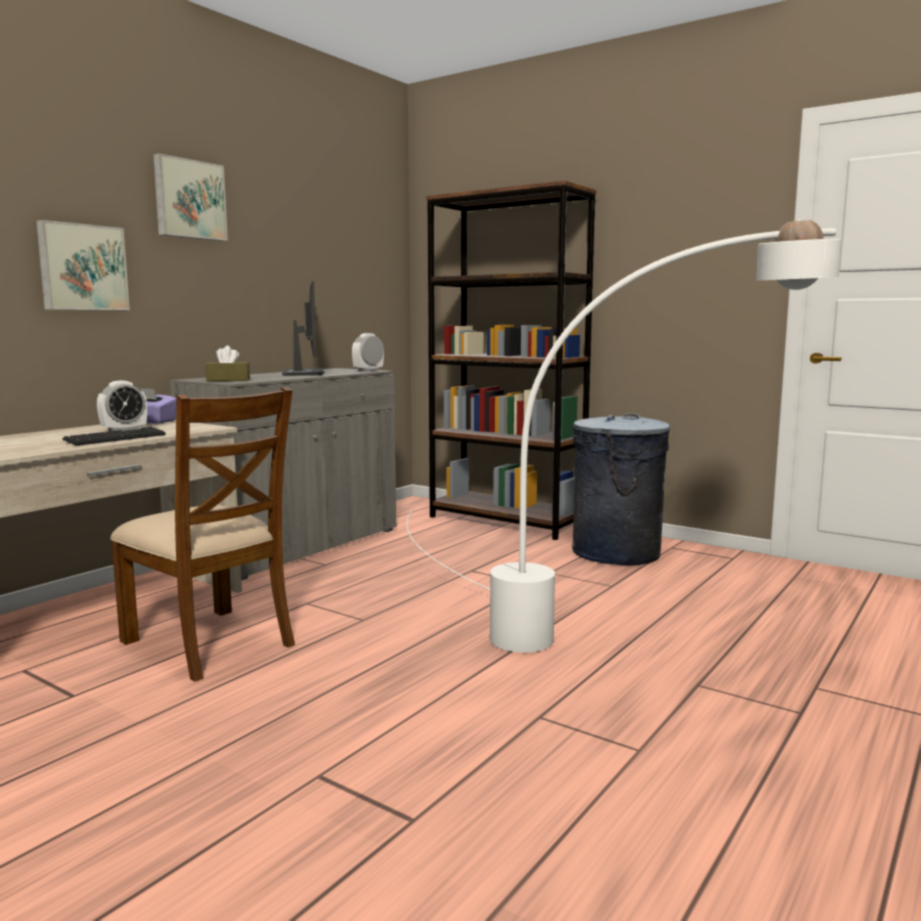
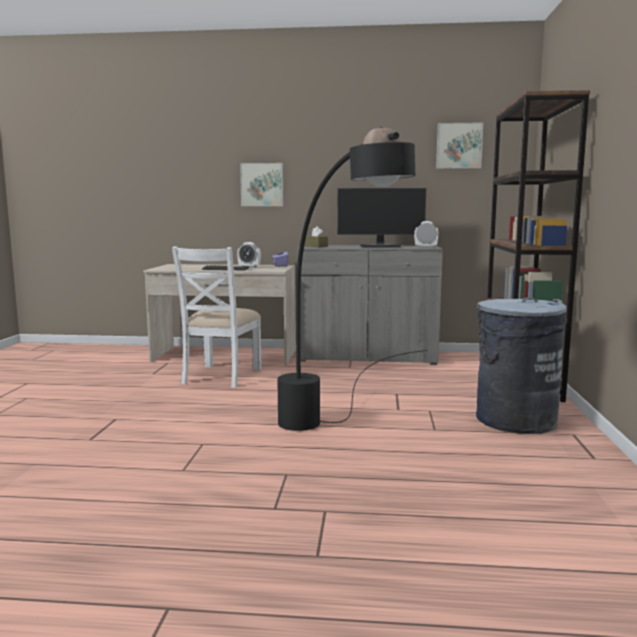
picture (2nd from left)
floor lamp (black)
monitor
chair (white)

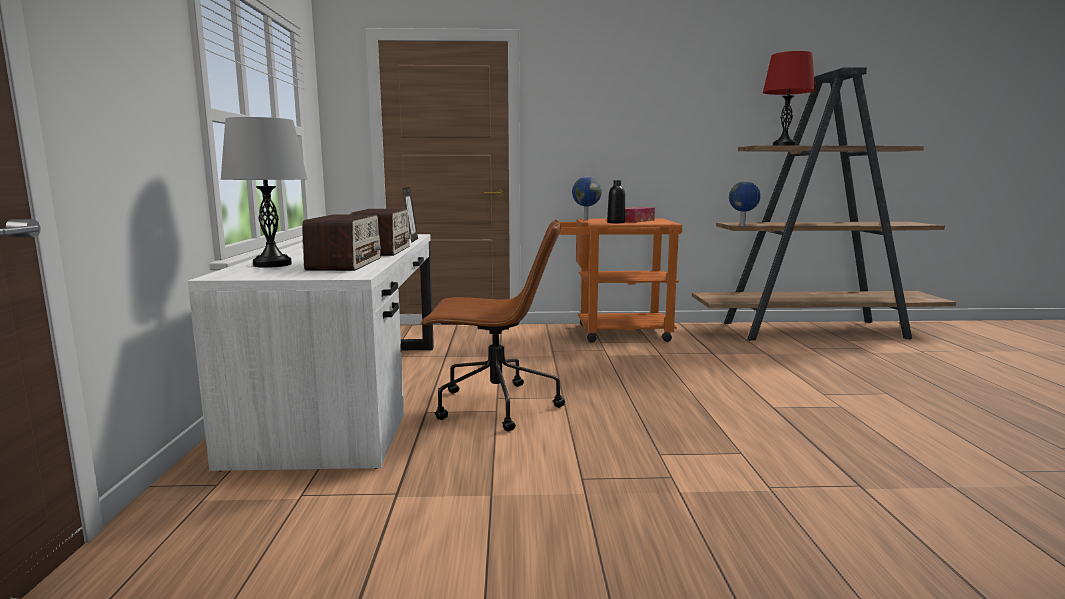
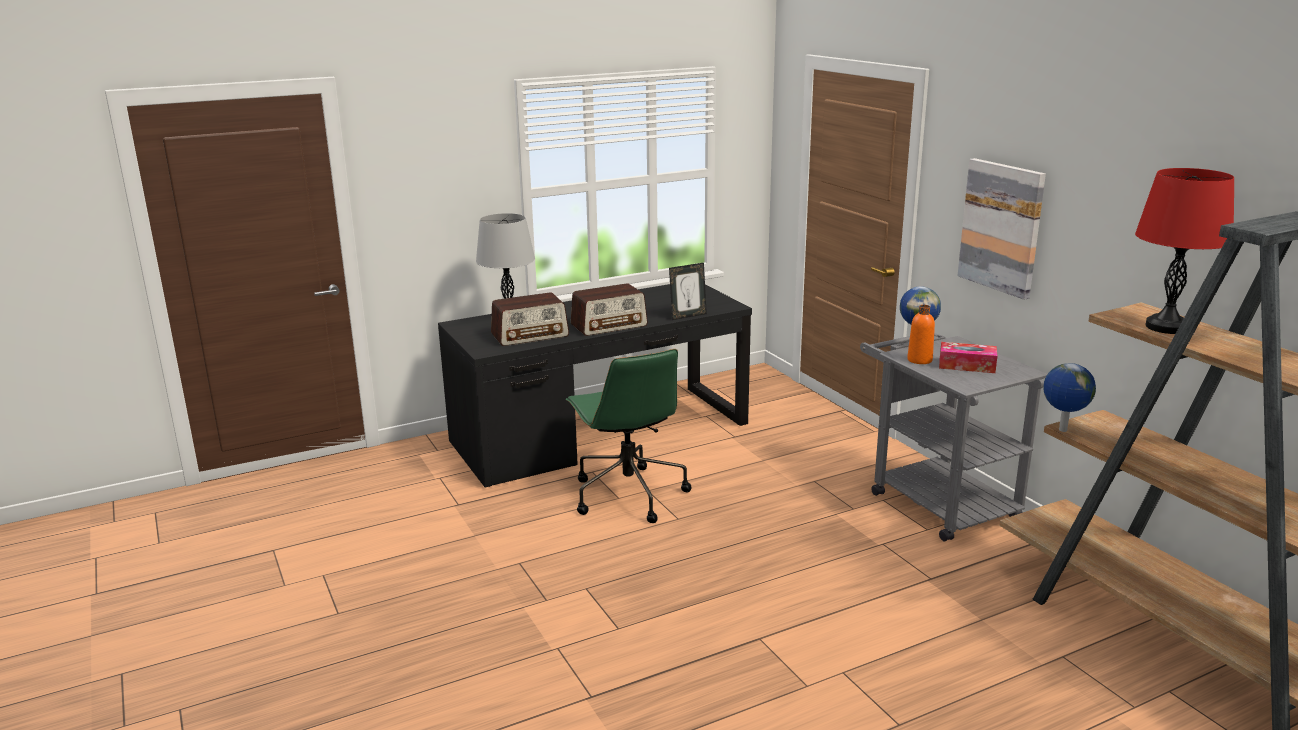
bottle (orange)
cart (grey)
office chair (green)
desk (black)
picture

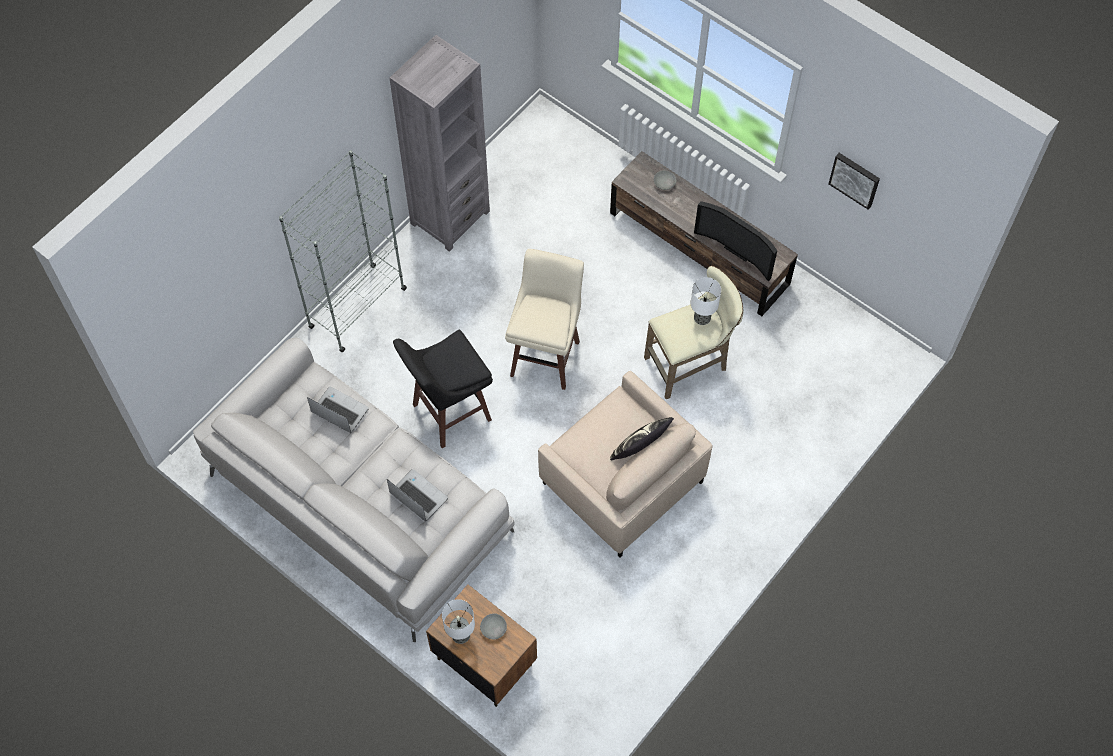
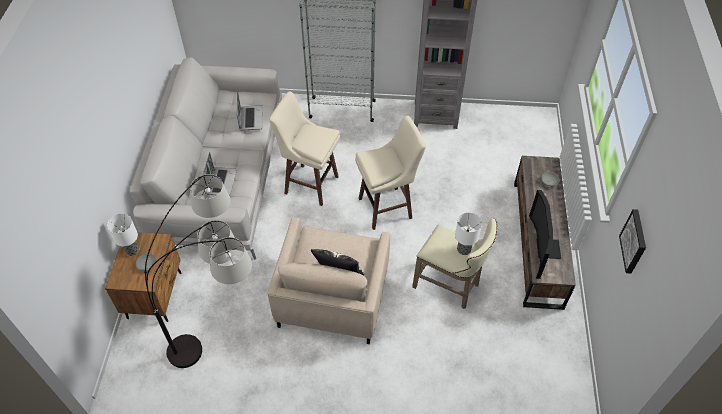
stool (beige) (1st from left)
floor lamp

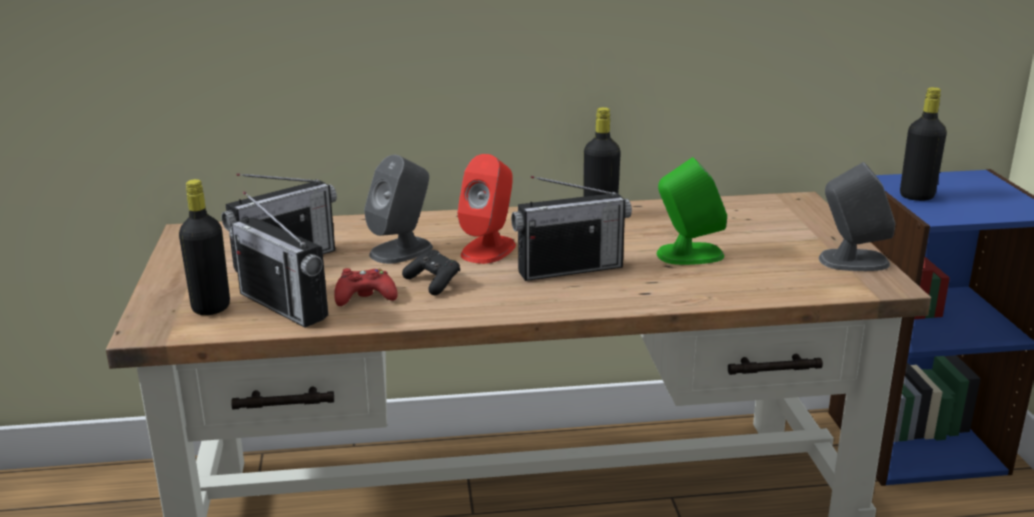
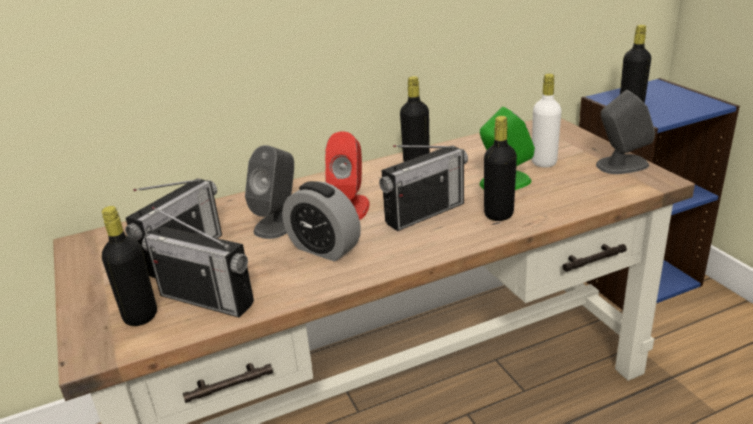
alarm clock
game controller (red)
bottle (white)
bottle (black) (3rd from left)

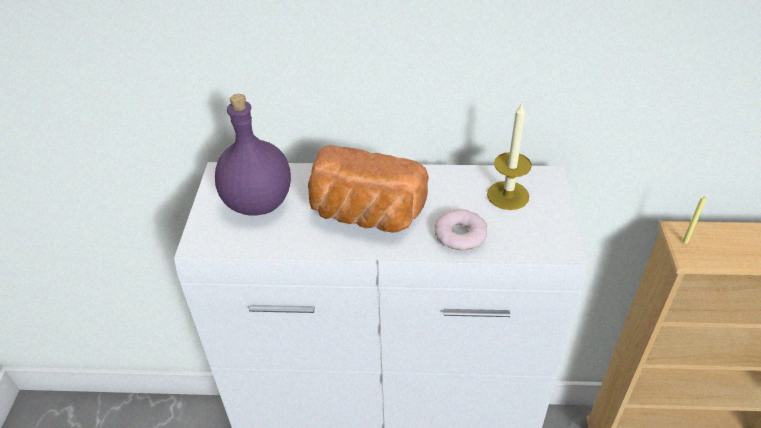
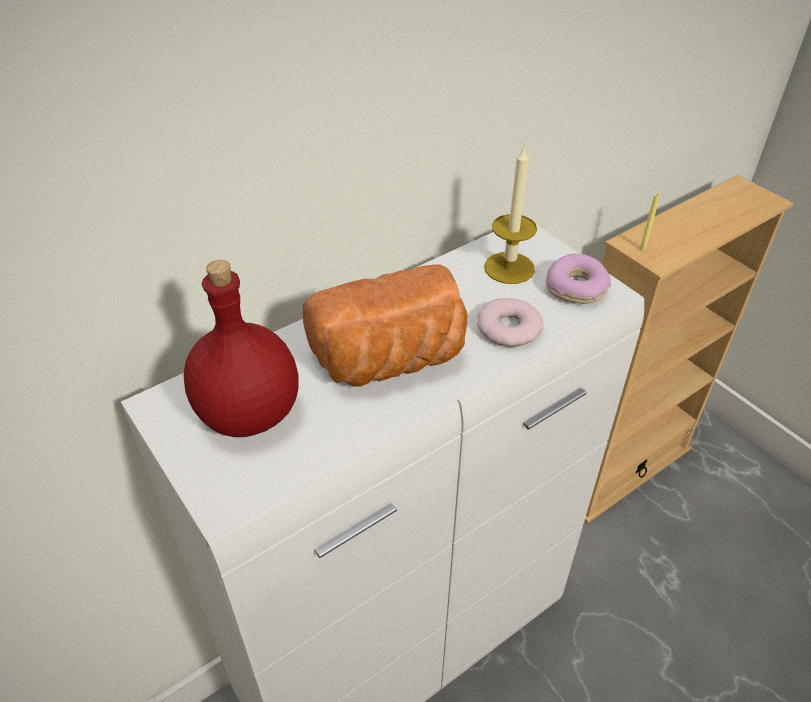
bottle (red)
donut (2nd from left)

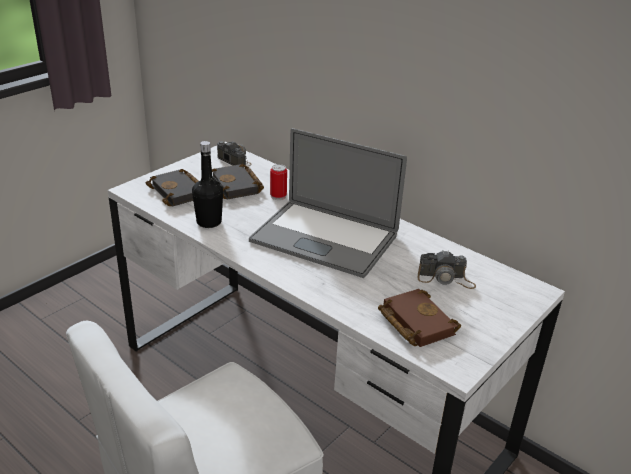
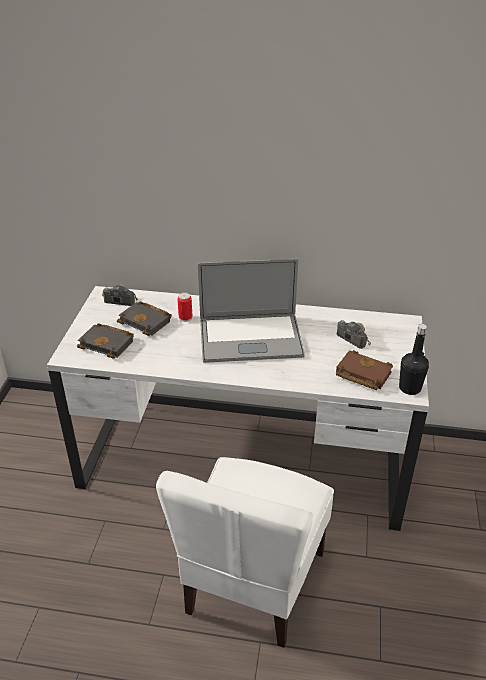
bottle (black)
photo camera (2nd from left)

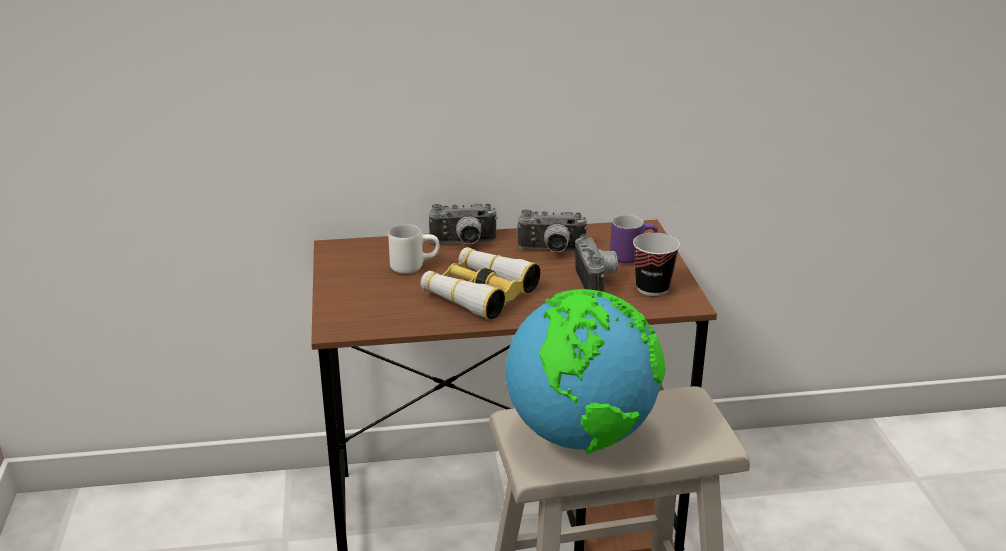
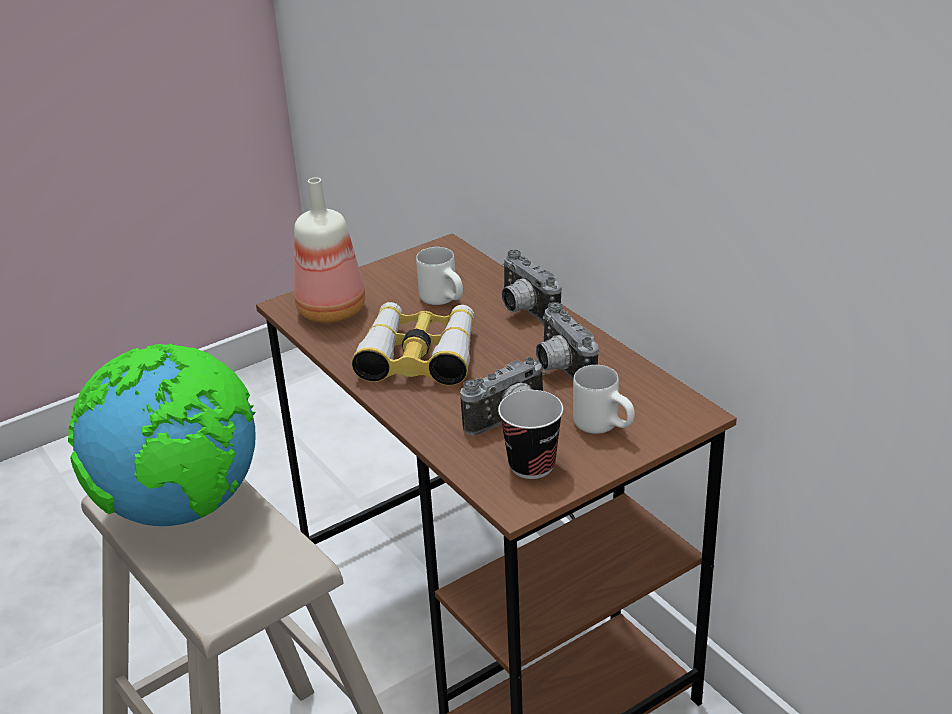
mug (white) (2nd from left)
bottle

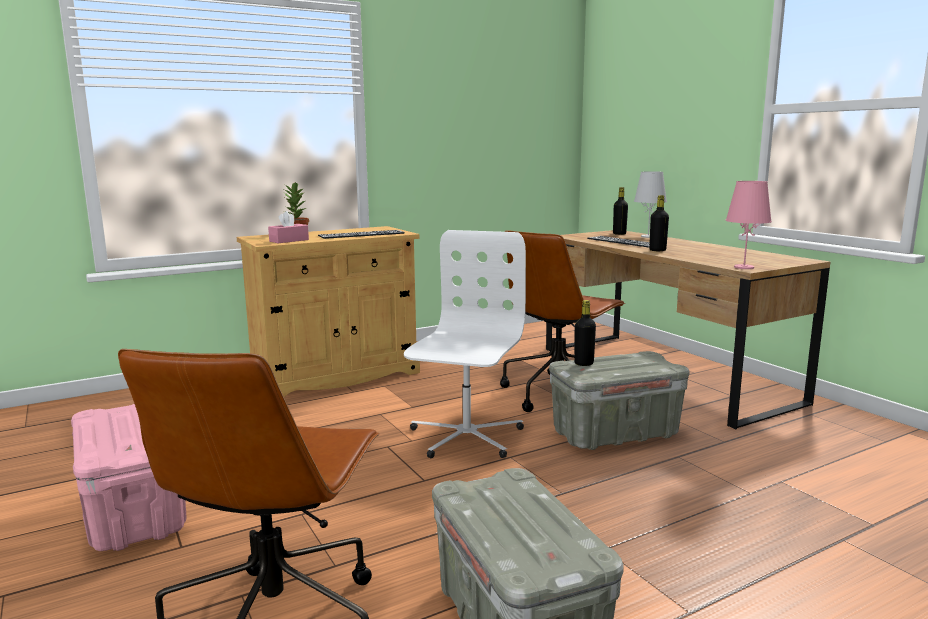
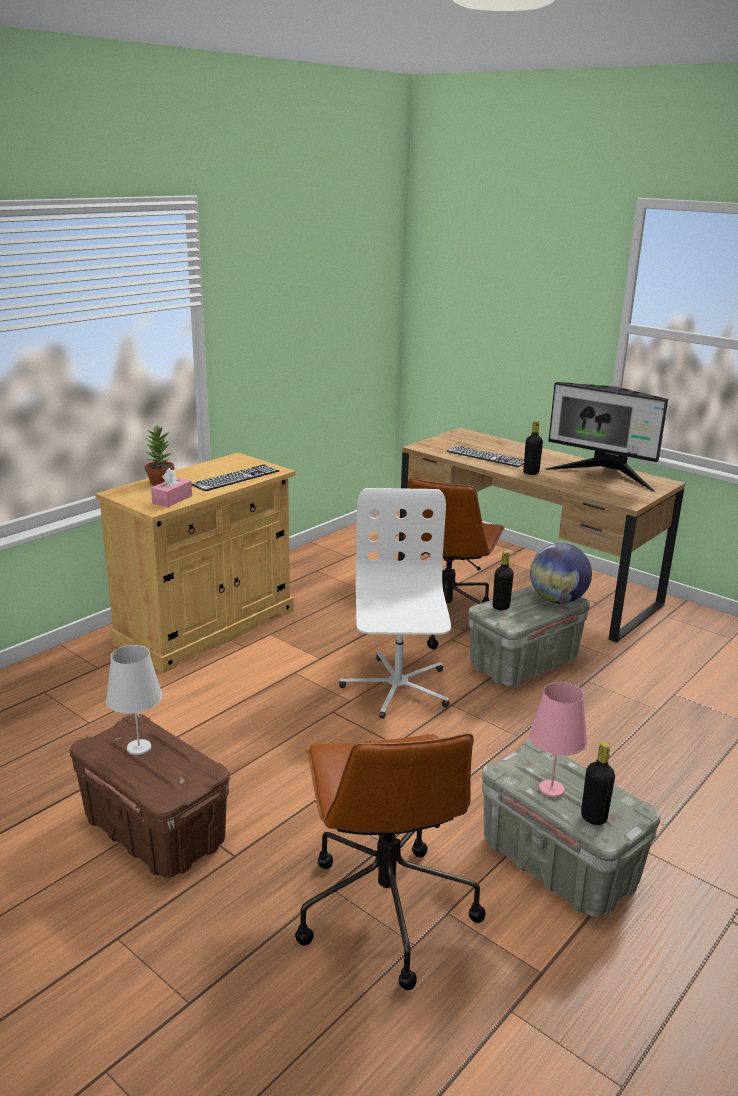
table lamp (white)
table lamp (pink)
bottle (black) (3rd from left)
storage box (brown)
monitor
globe

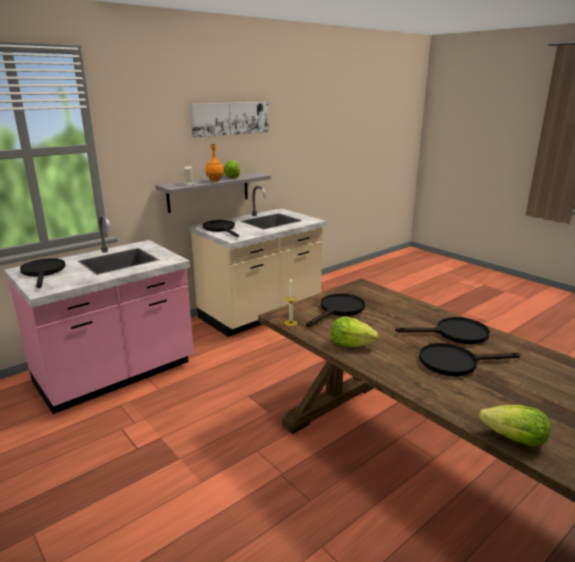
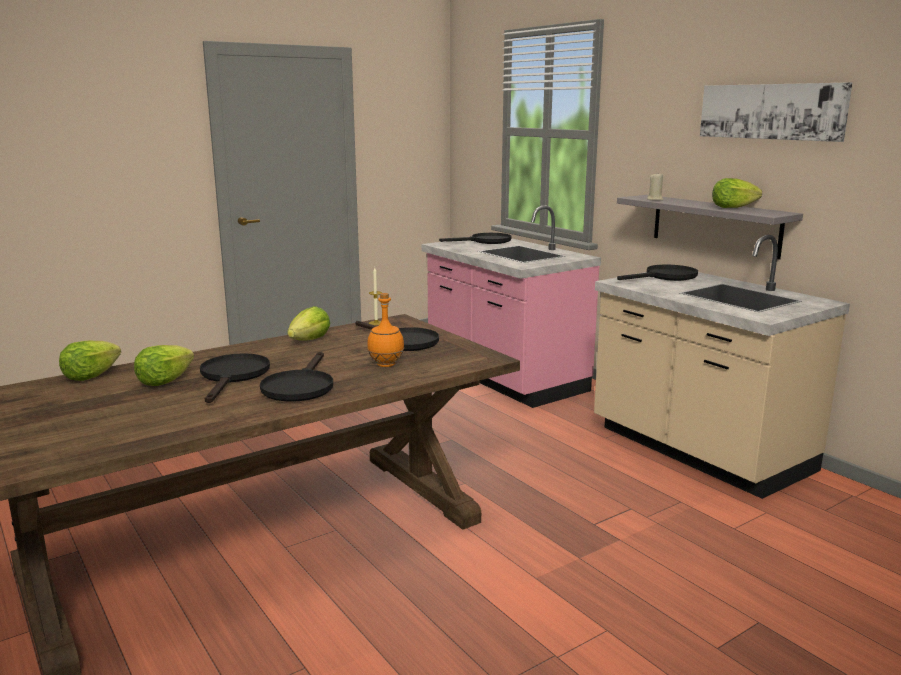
bottle (orange)
lettuce (2nd from left)

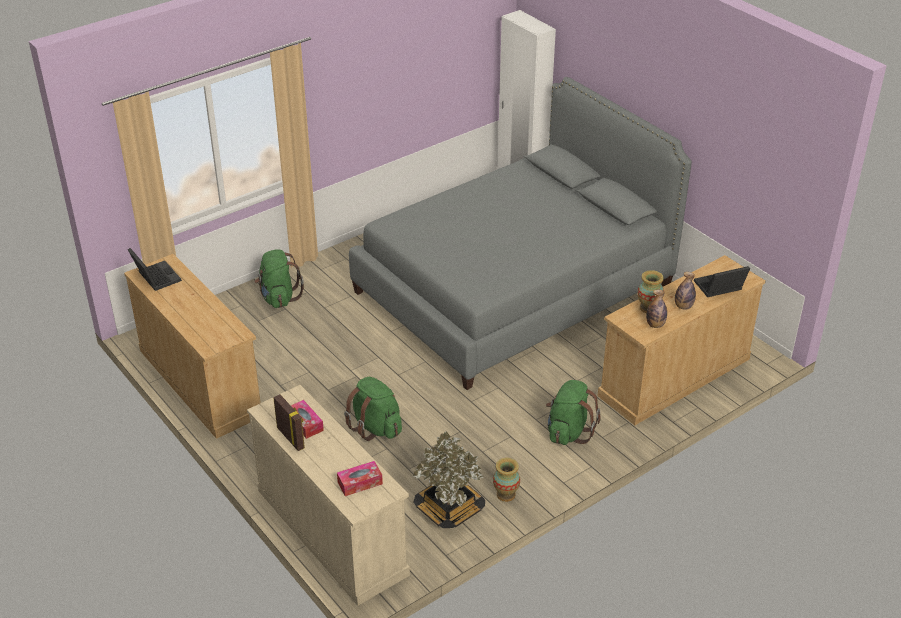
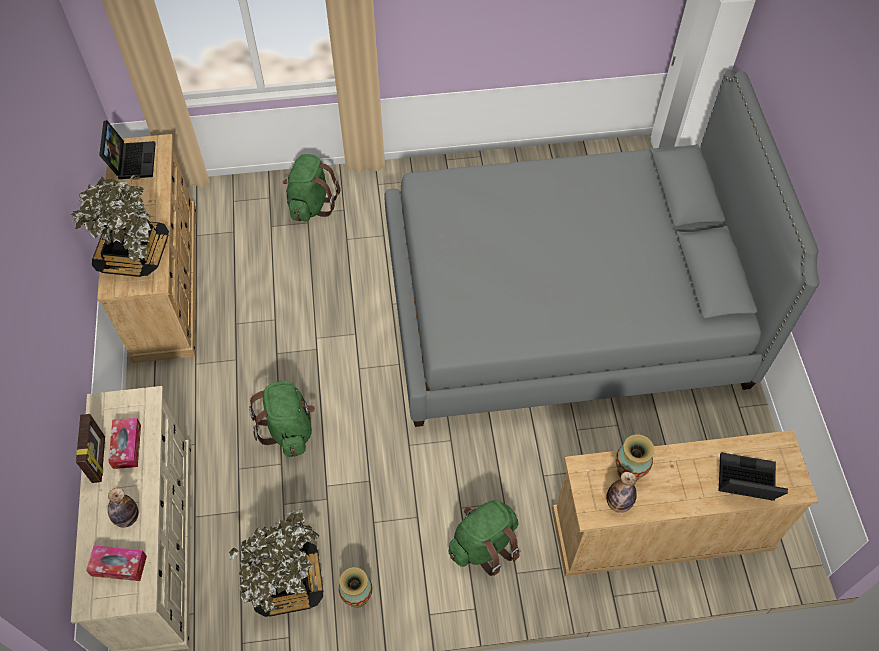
bottle (1st from left)
potted plant (1st from left)

